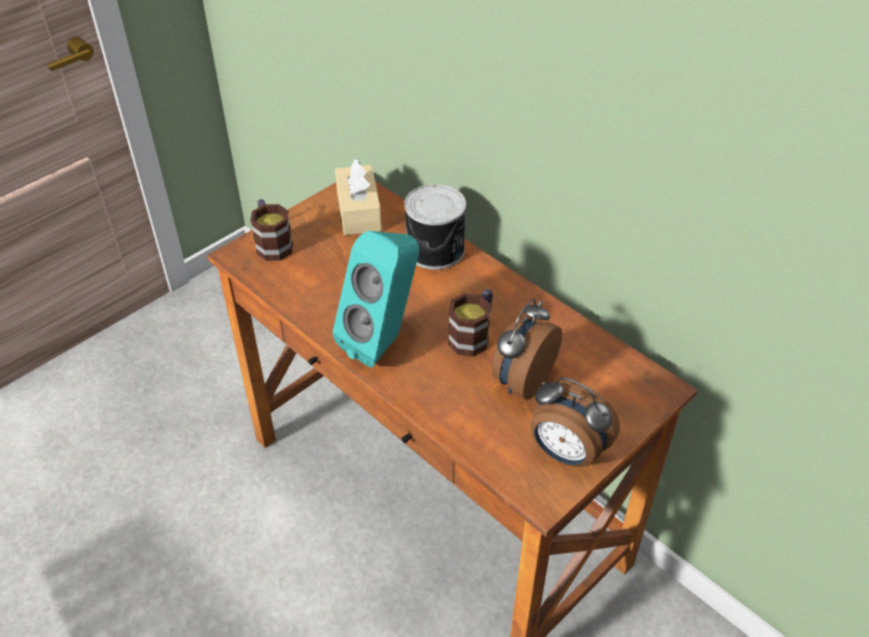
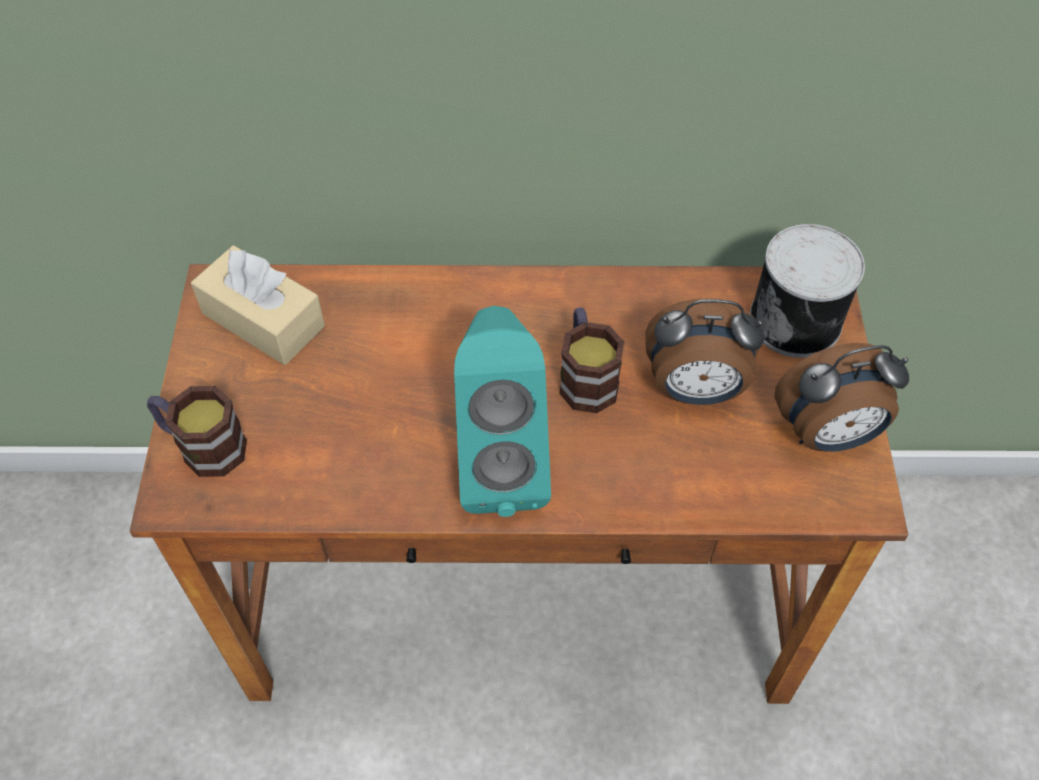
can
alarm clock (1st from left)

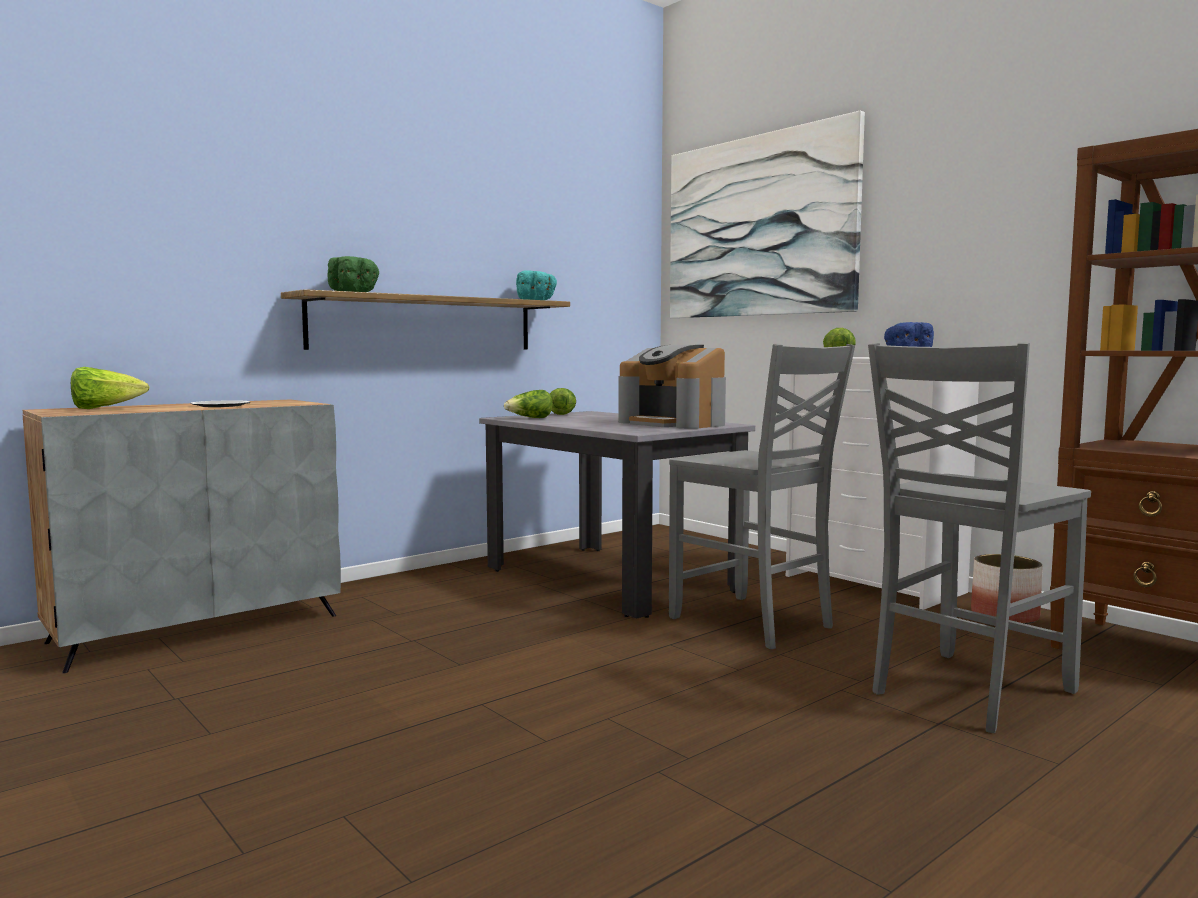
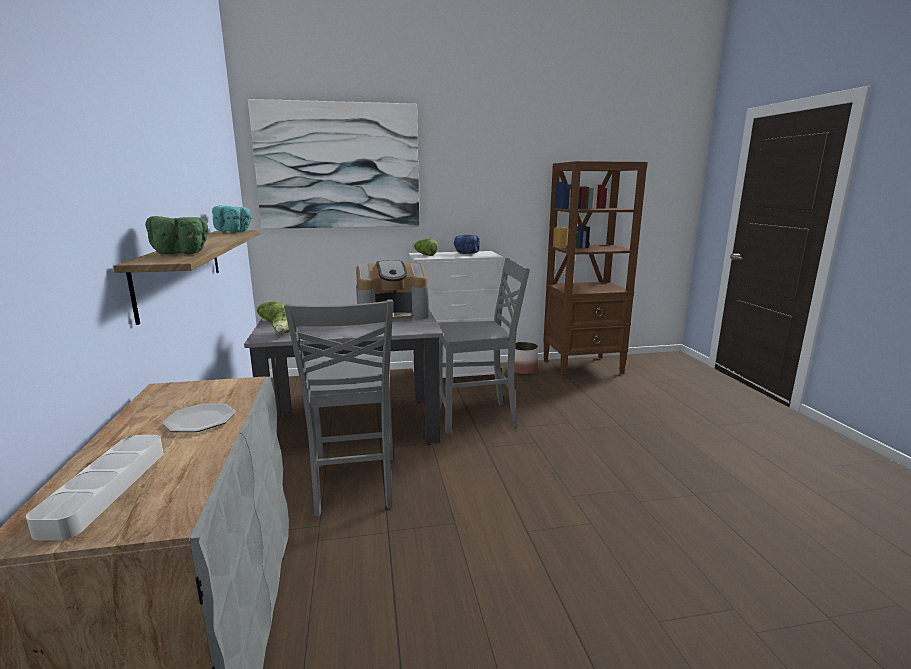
chair (grey) (1st from left)
tray (grey)

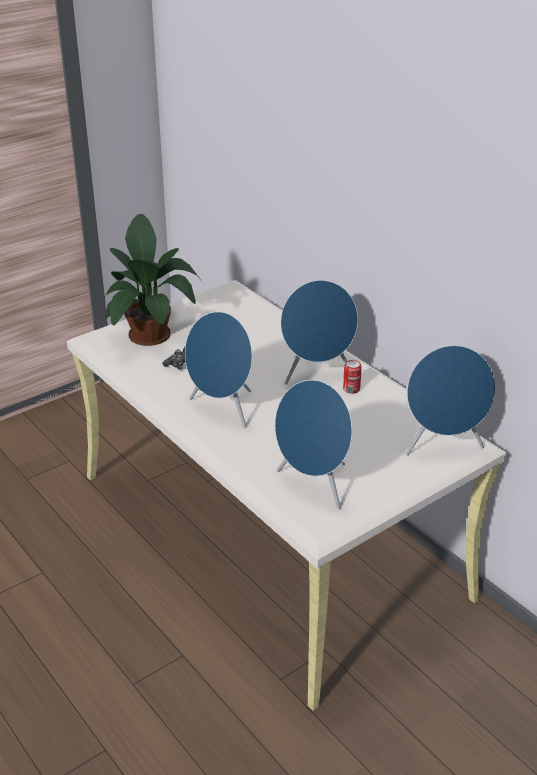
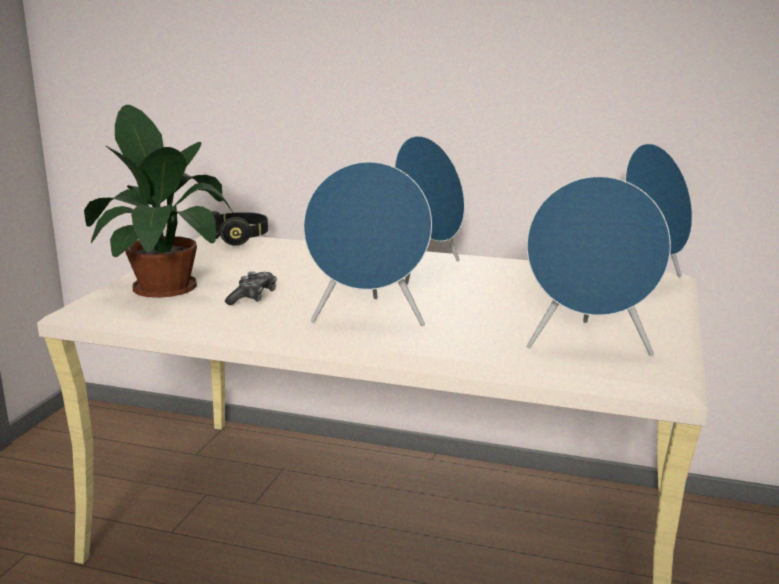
can
headphones (black)

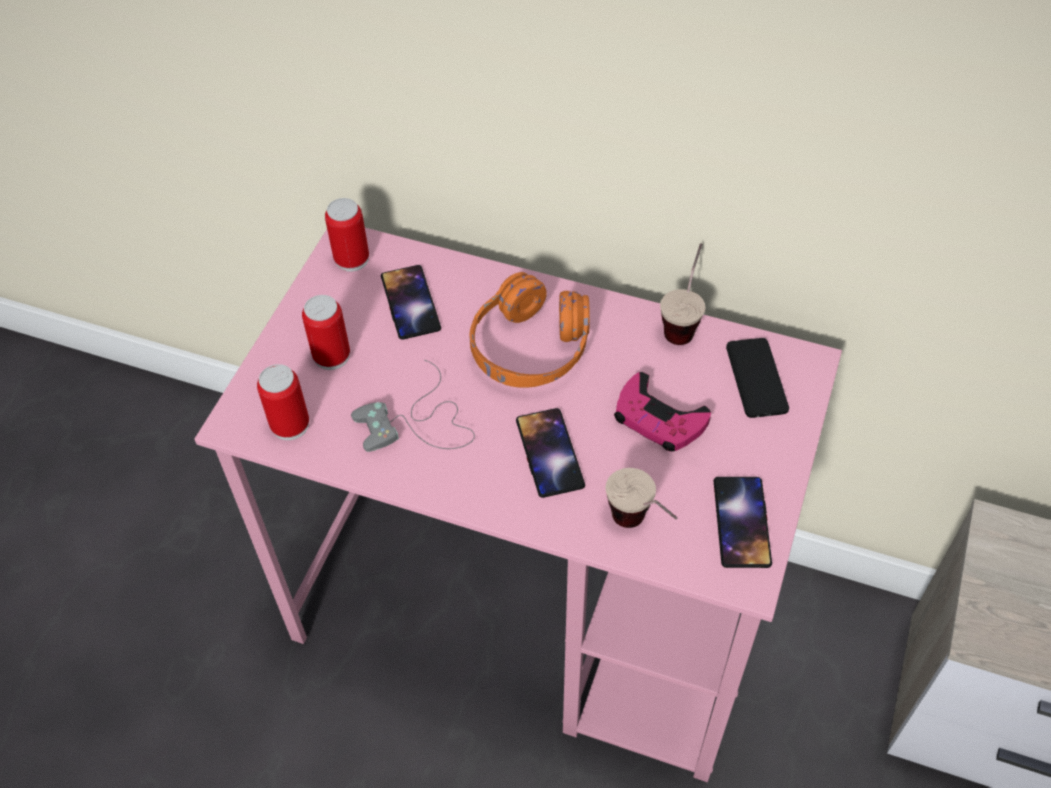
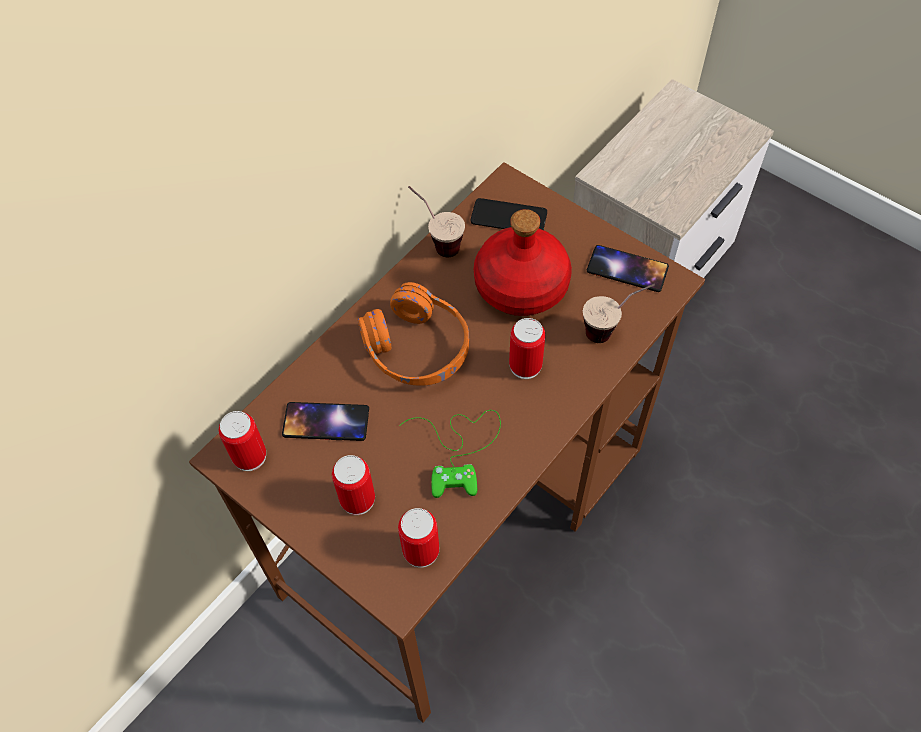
desk (brown)
game controller (green)
bottle (red)
can (4th from left)

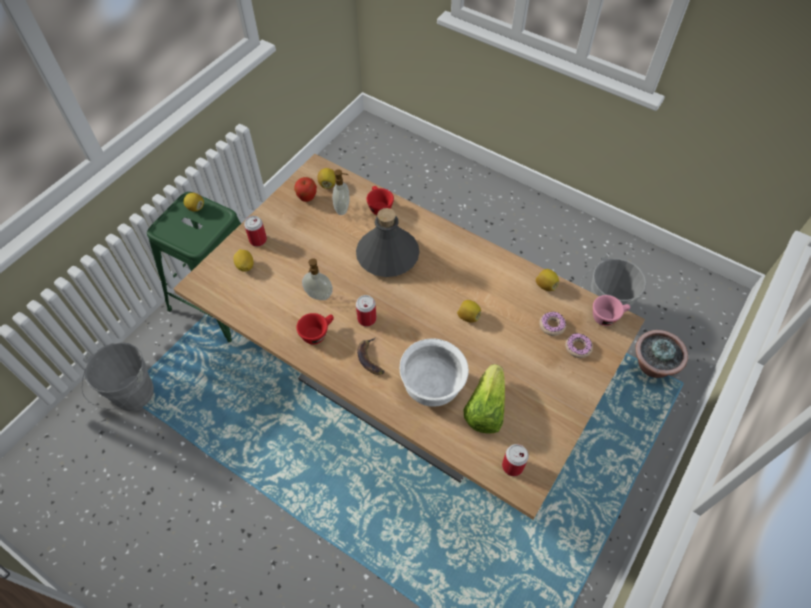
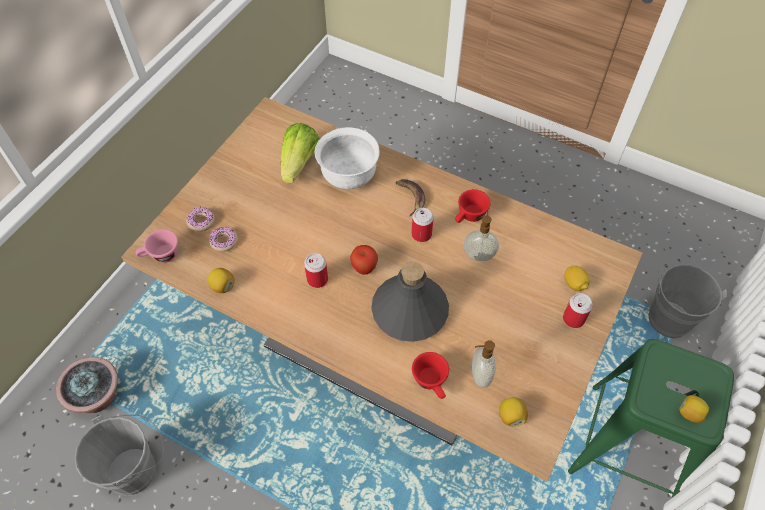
apple
lemon (4th from left in the first image)
can (1st from left)

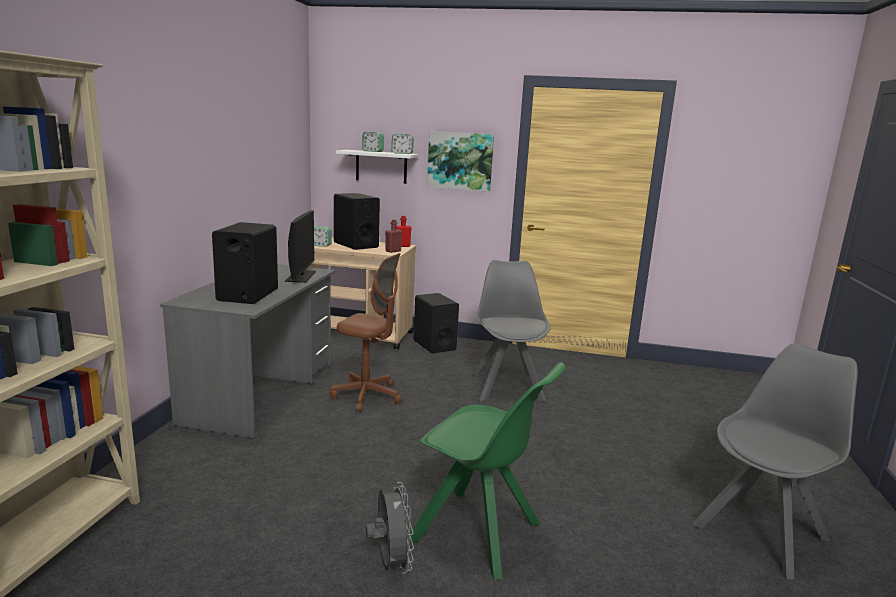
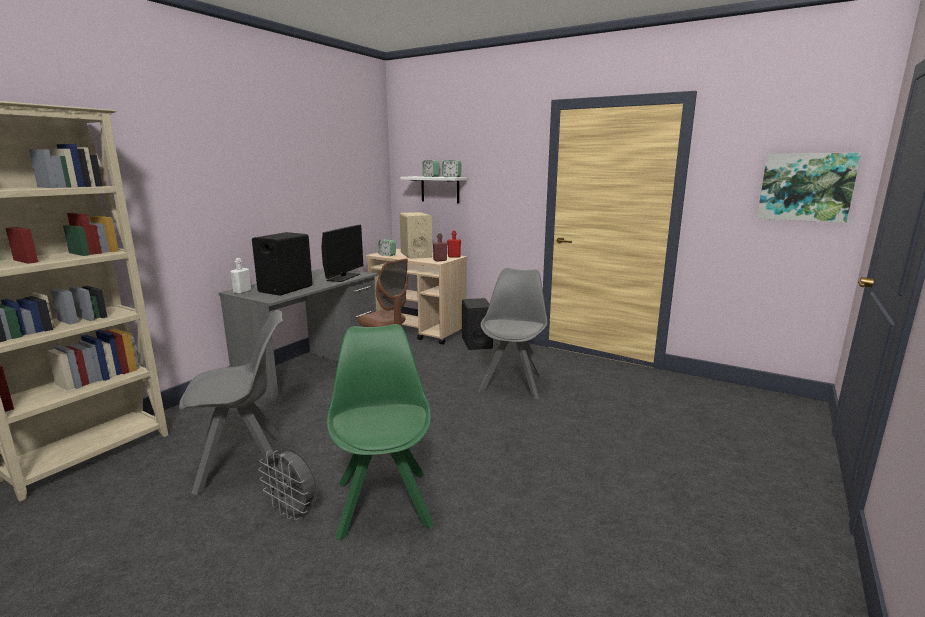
picture
speaker (beige)
chair (grey) (1st from left)
chair (green)
fan (grey)
bottle (white)

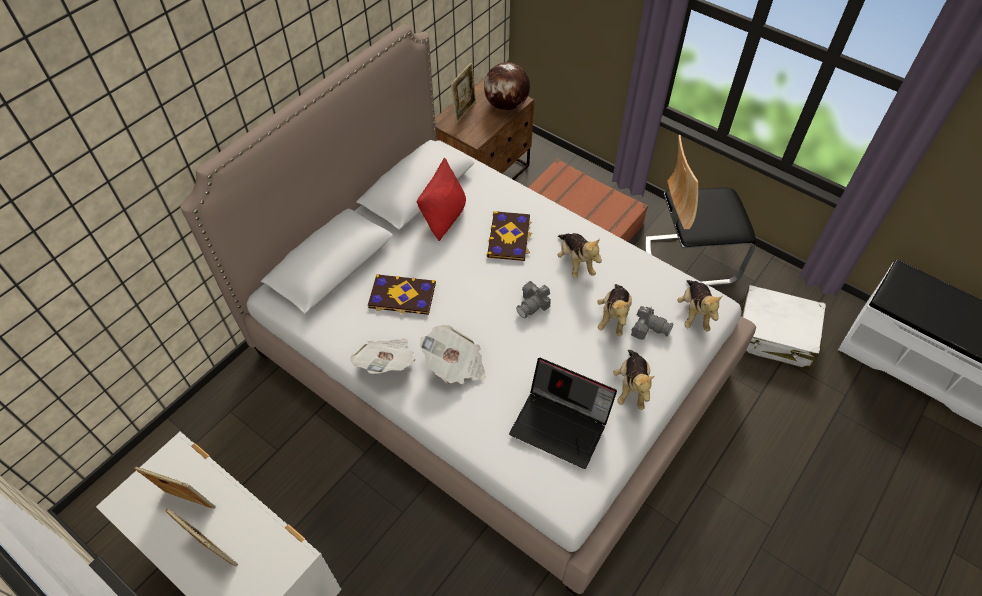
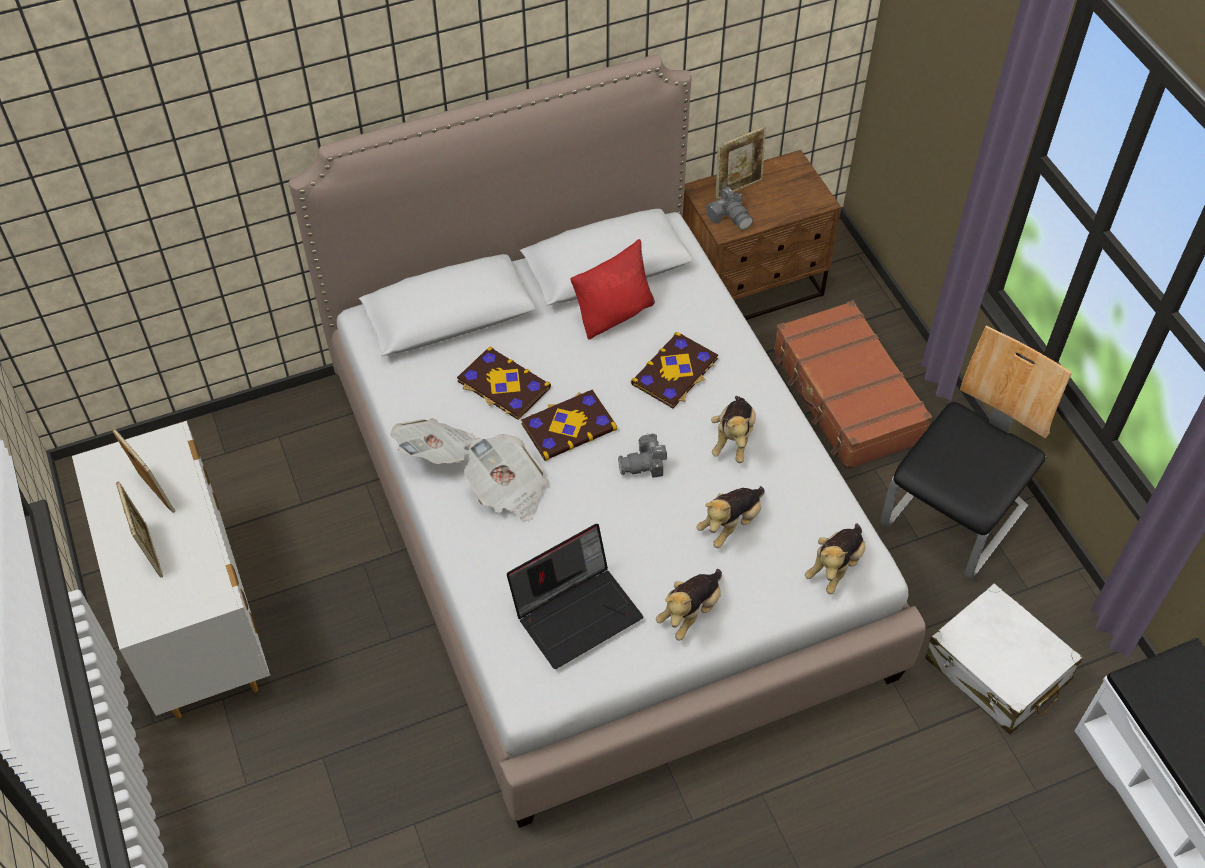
globe
chair
photo camera (2nd from left)
laptop
book (2nd from left)

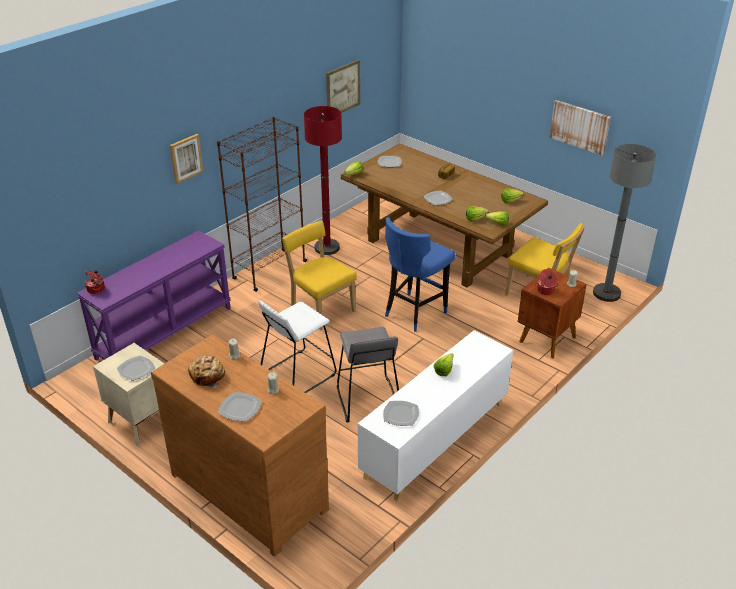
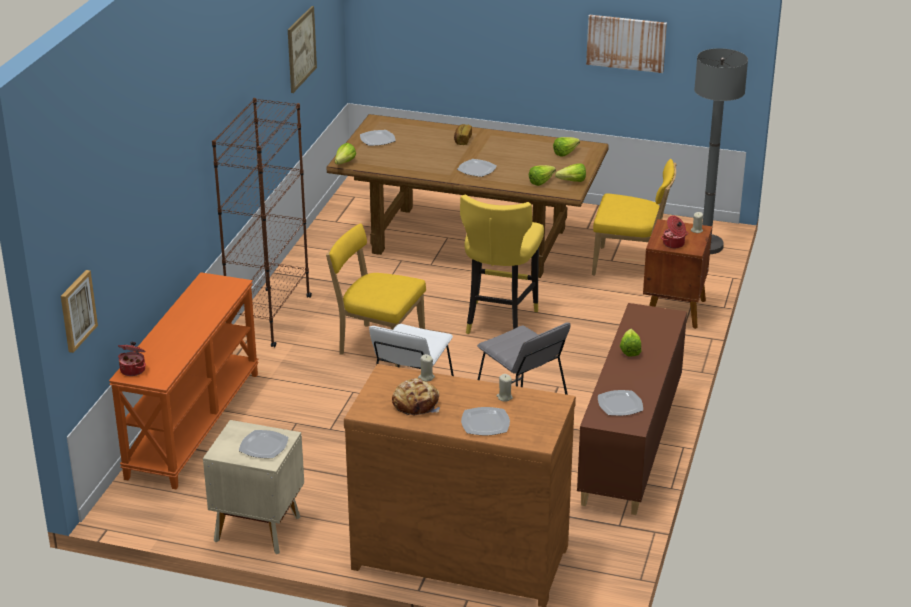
floor lamp (red)
picture (1st from left)
stool (yellow)
console table (orange)
cabinet (brown)

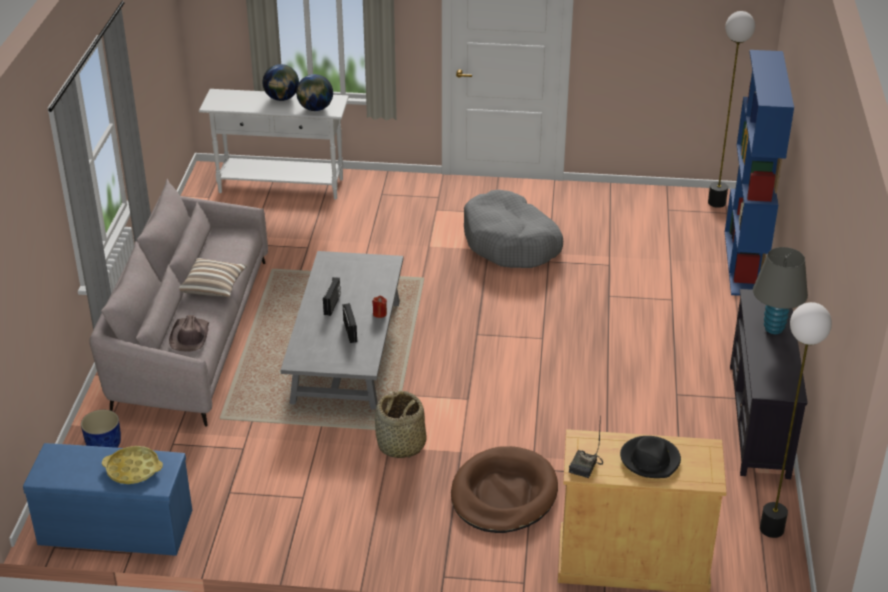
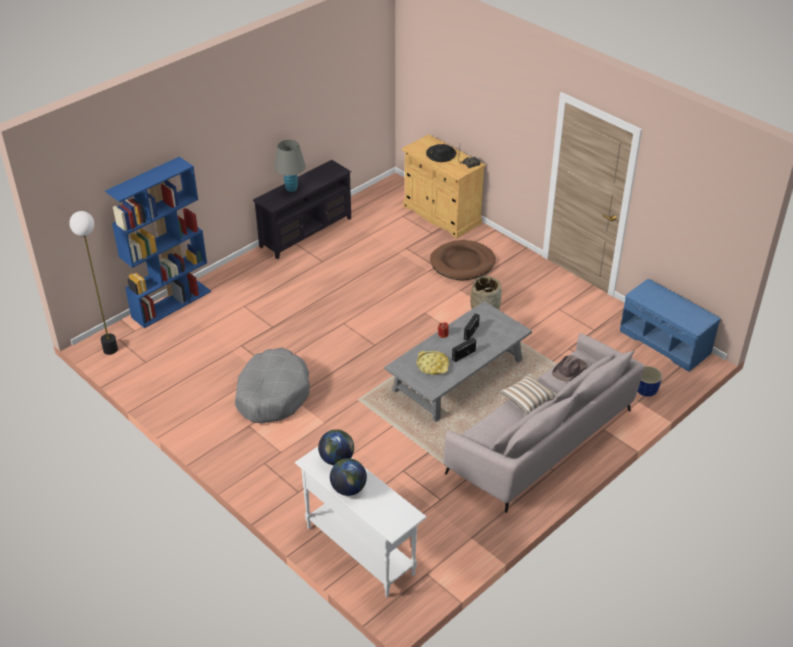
floor lamp (2nd from left in the first image)
tray (yellow)

